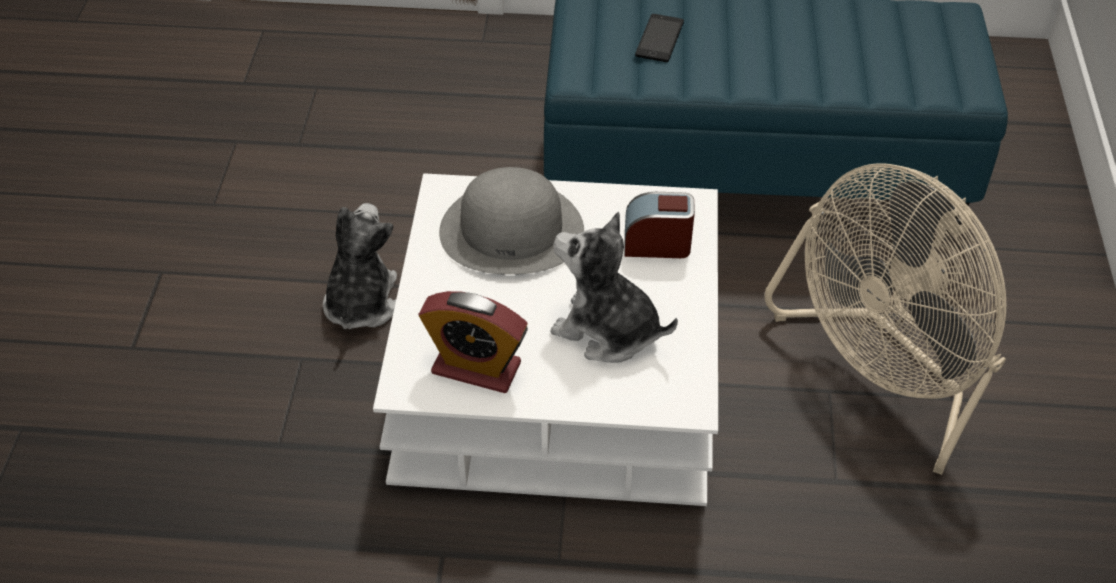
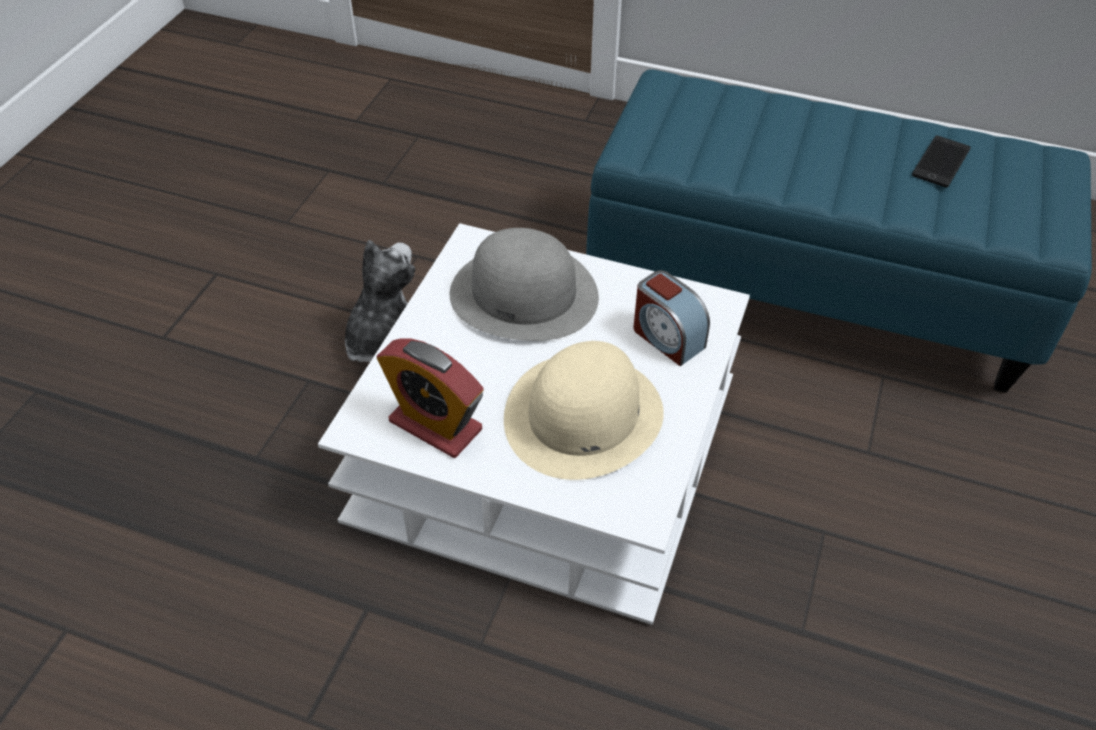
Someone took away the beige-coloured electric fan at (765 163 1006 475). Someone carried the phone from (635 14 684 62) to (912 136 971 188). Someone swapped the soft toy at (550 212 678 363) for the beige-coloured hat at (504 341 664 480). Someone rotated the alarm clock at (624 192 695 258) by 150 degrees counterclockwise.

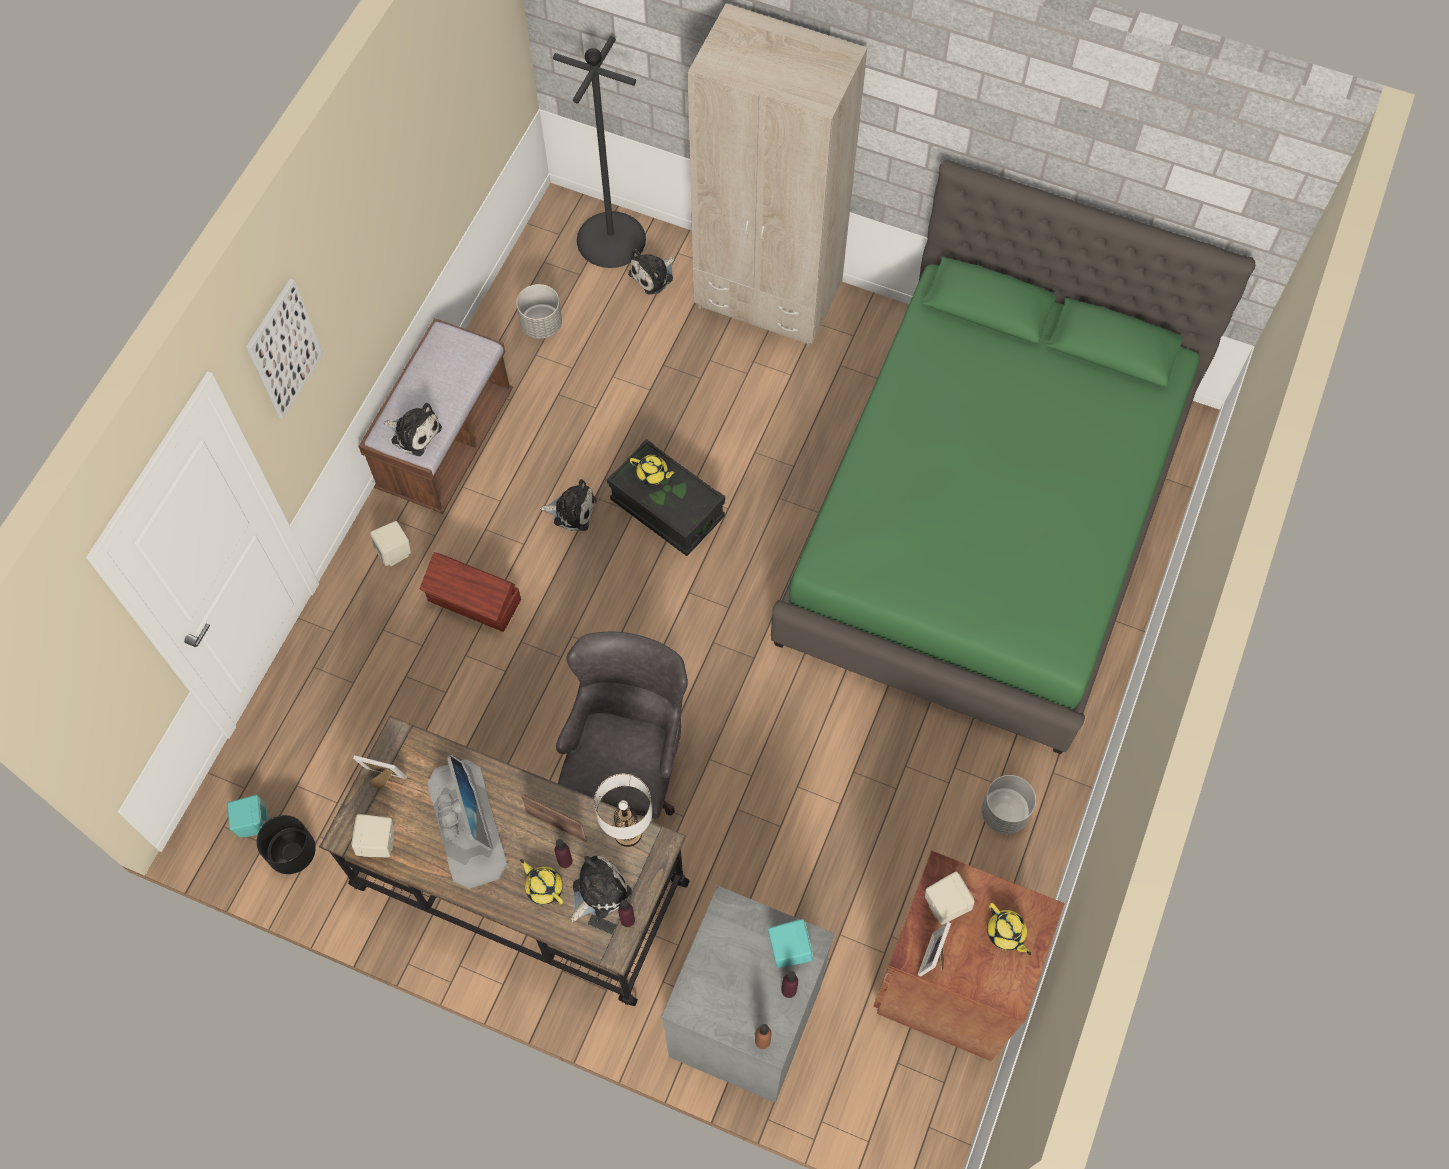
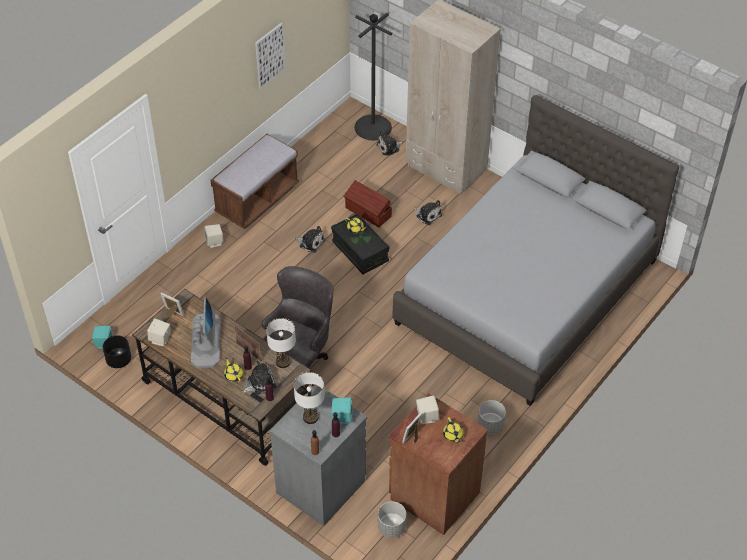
Someone put down the tabletop lamp at (294 372 325 424). Someone carried the wall picture from (246 279 323 419) to (255 23 286 89). Someone carried the soft toy from (383 403 442 456) to (414 200 442 225). Someone carried the brownish storage box from (420 552 521 632) to (344 180 392 227). Someone carried the grey flower pot from (516 284 562 339) to (378 501 406 538). Someone repainted the green-coloured sleeping bed at (771 159 1255 754), which became the grey sleeping bed at (392 95 679 406).

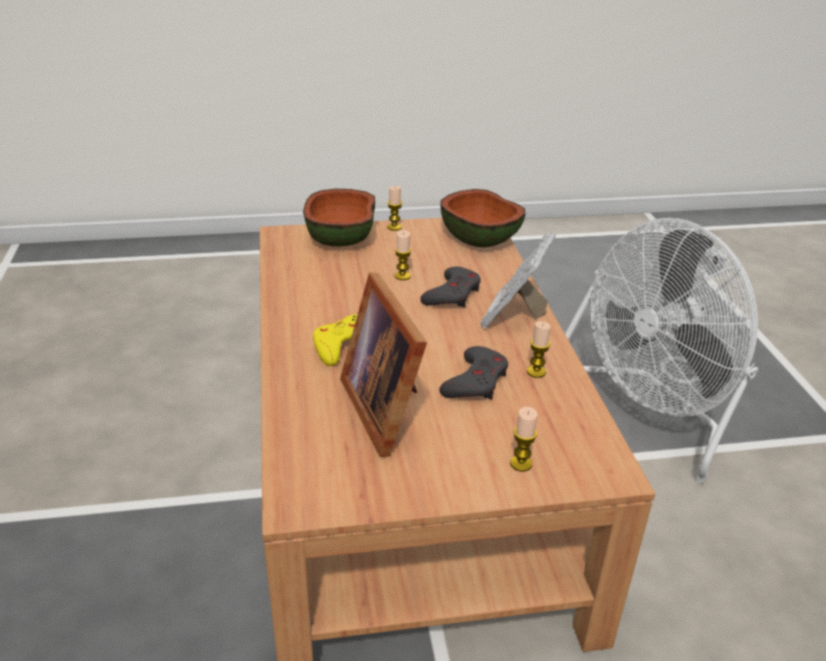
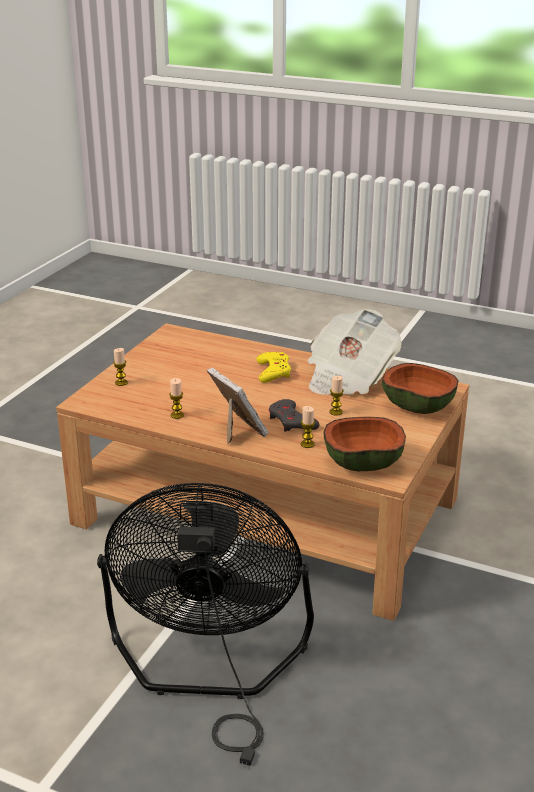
Someone took away the standing frame at (340 272 427 457). Someone took away the grey gamepad at (439 346 508 399). Someone put down the printed paper at (308 309 402 395). Someone carried the wax light from (387 186 402 231) to (301 406 315 448). Someone repainted the whitish electric fan at (565 218 759 484), which became the black-coloured electric fan at (97 483 314 767).

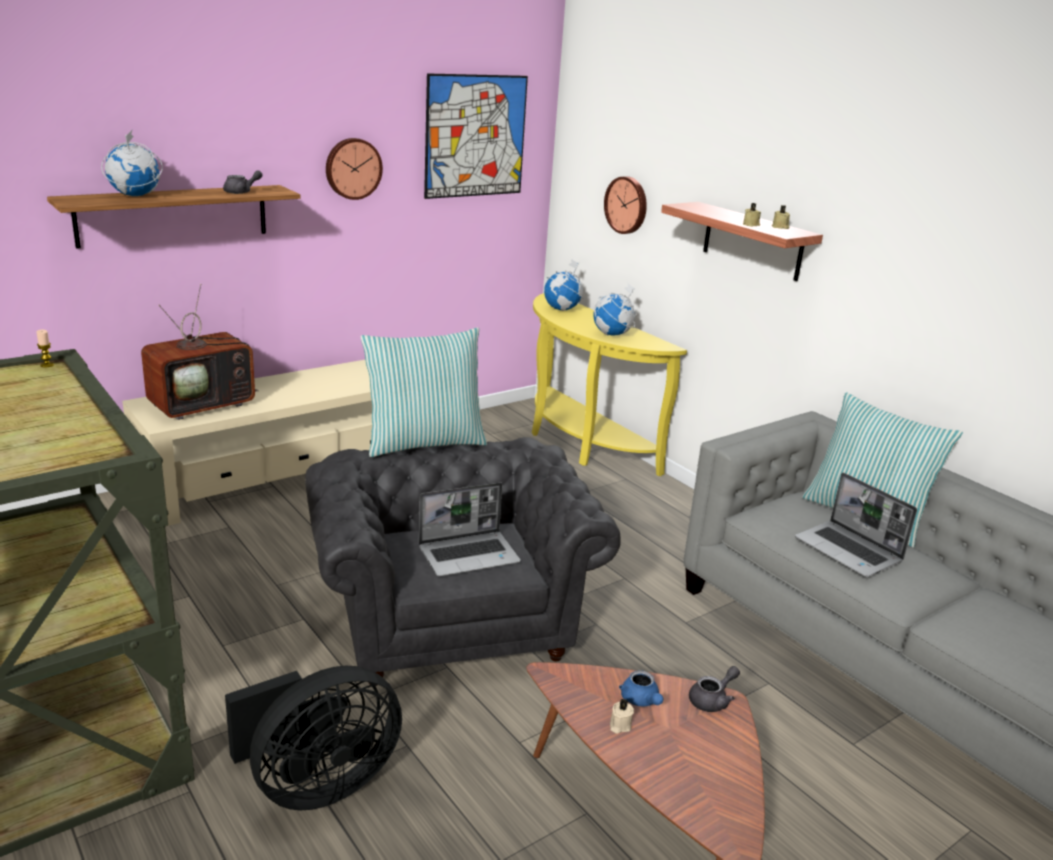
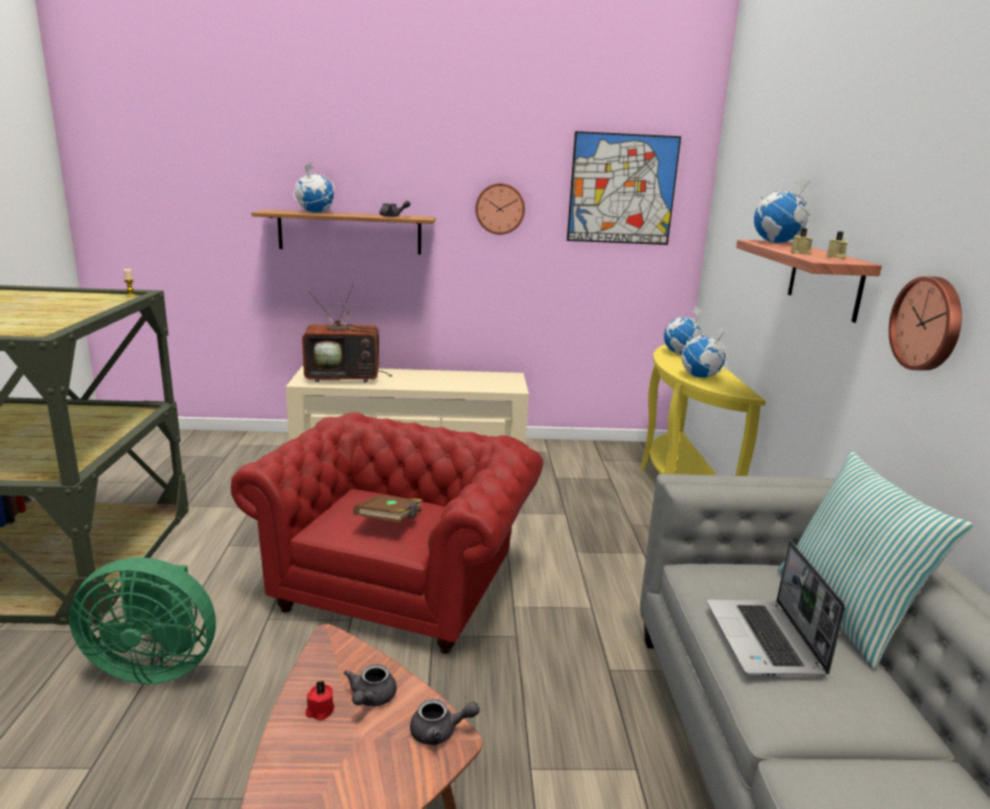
Someone took away the throw pillow at (361 328 487 457). Someone put down the desk globe at (754 176 810 243). Someone carried the hanging clock from (604 176 647 234) to (889 276 962 371). Someone swapped the portable computer at (419 482 521 576) for the brownish volume at (353 495 423 523). Someone repainted the black-coloured electric fan at (225 665 402 810), which became the green-coloured electric fan at (69 557 216 684). Someone repainted the grey armchair at (305 437 621 686), which became the red armchair at (231 412 543 654). Someone repainted the beige-coloured wax light at (610 698 634 734), which became the red wax light at (306 681 334 721). Someone repainted the blue-coloured tea pot at (619 670 663 706), which became the grey tea pot at (344 664 397 706).

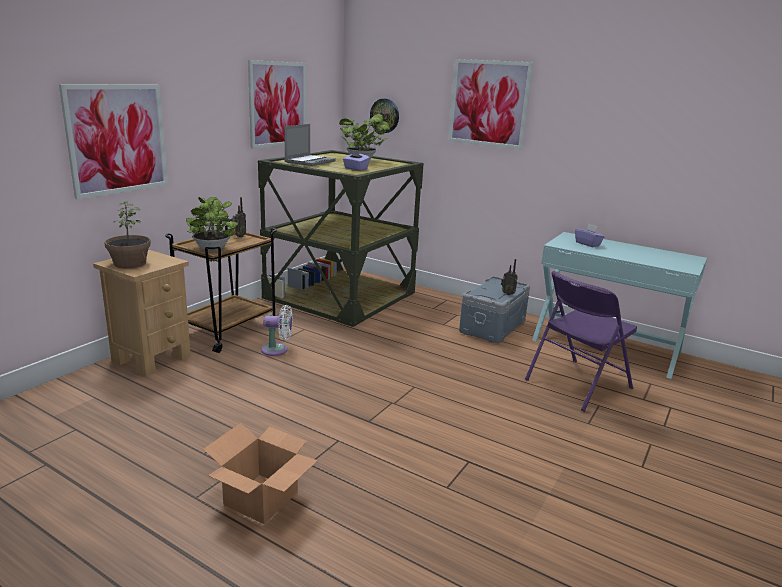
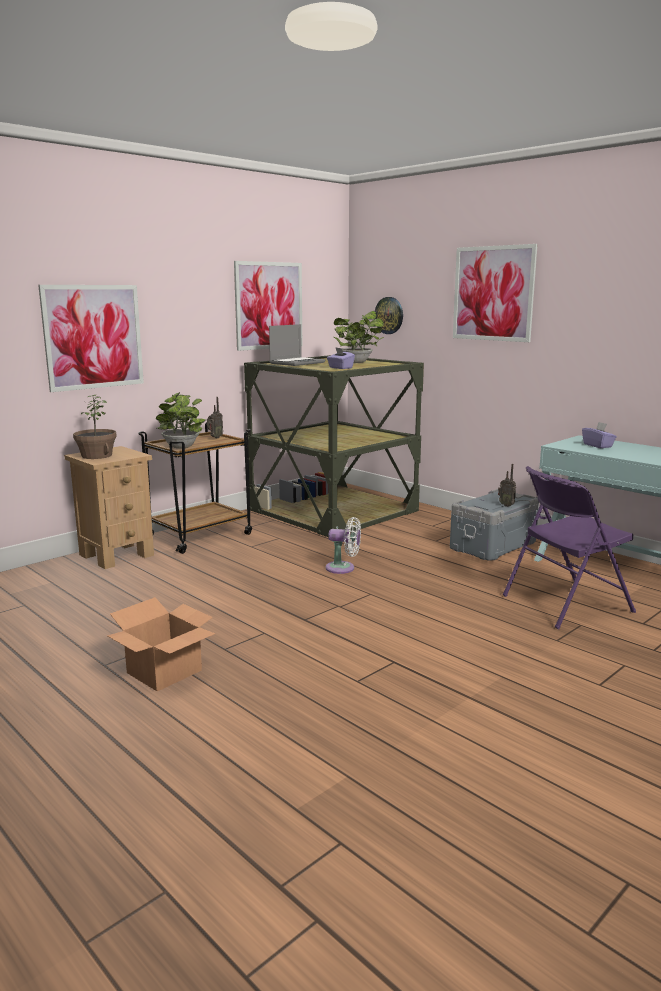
Someone carried the whitish electric fan from (261 305 293 356) to (326 517 361 574).

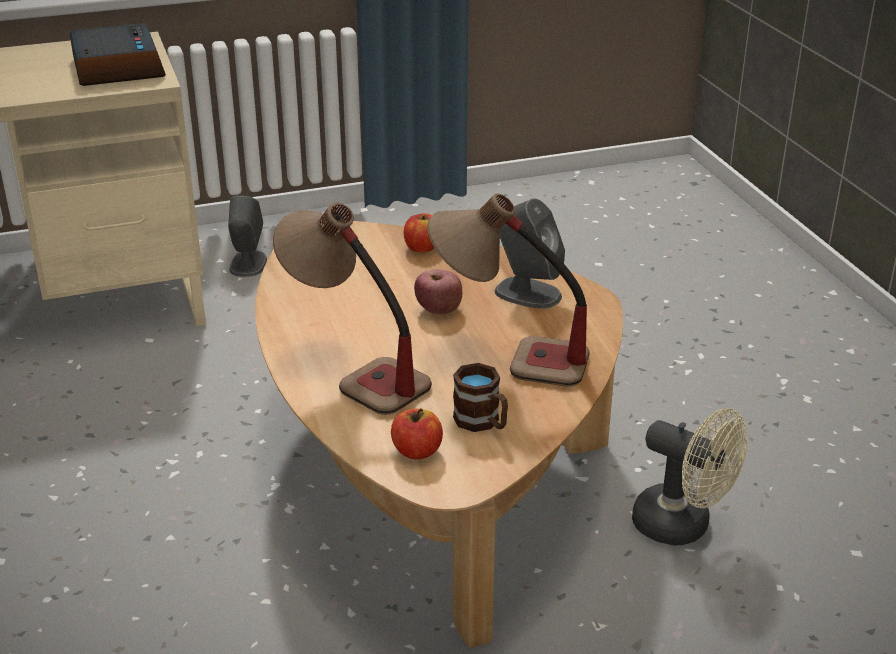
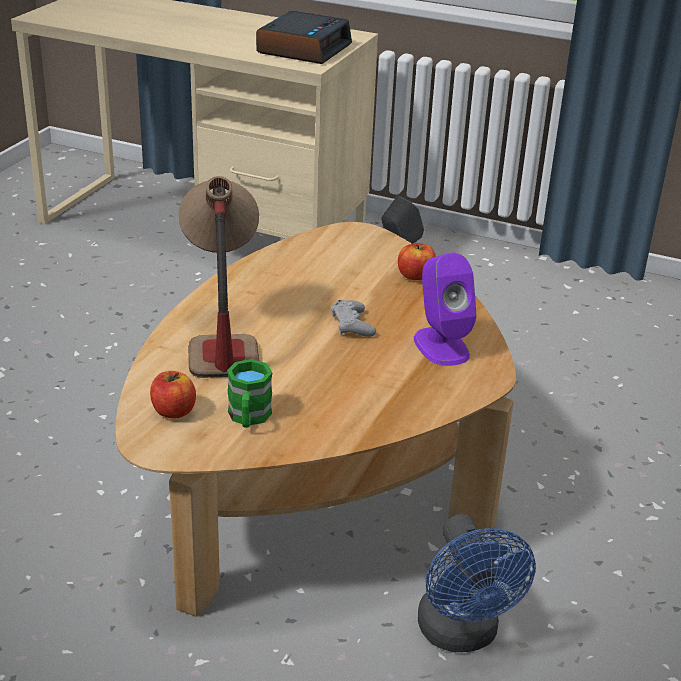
Someone took away the tabletop lamp at (427 194 590 387). Someone swapped the whole apple at (414 269 462 315) for the grey gamepad at (331 300 376 337). Someone repainted the brownish coffee mug at (453 363 508 432), which became the green-coloured coffee mug at (227 359 272 428). Someone repainted the grey loudspeaker at (495 198 565 309), which became the purple loudspeaker at (414 252 477 366). Someone repainted the beige-coloured electric fan at (632 408 747 546), which became the blue-coloured electric fan at (418 514 536 652).

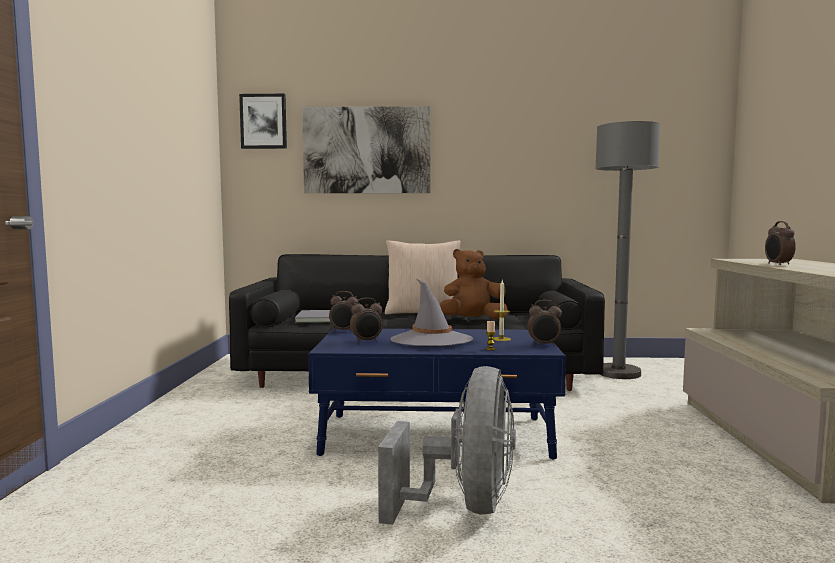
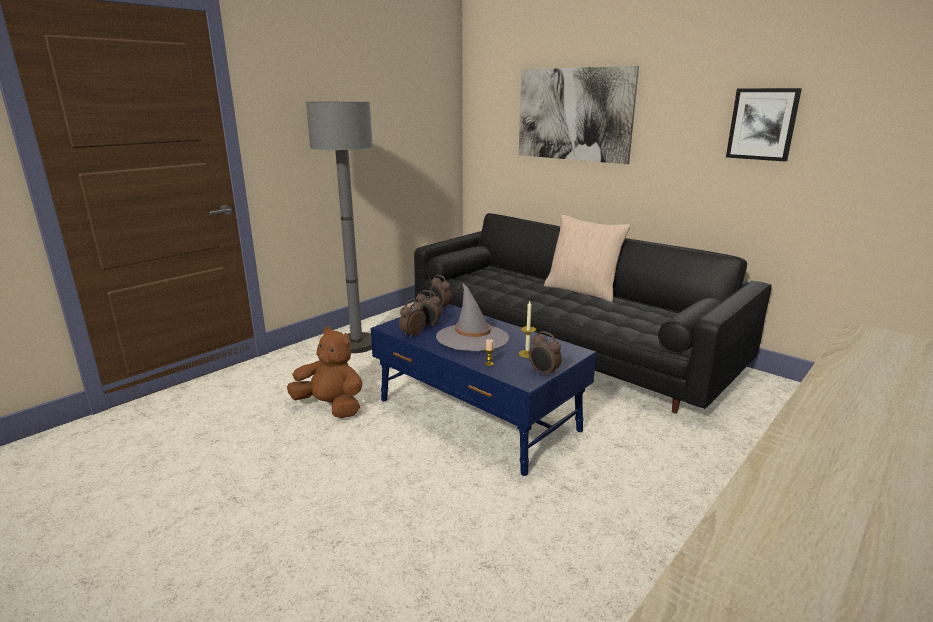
Someone took away the grey volume at (295 310 330 323). Someone took away the grey electric fan at (378 366 516 525). Someone carried the wall picture from (239 94 287 149) to (726 88 802 162). Someone carried the brownish soft toy from (439 249 508 320) to (287 327 362 418). Someone carried the grey standard lamp from (595 121 660 379) to (306 101 373 353). Someone carried the alarm clock from (765 221 796 265) to (399 299 426 338).

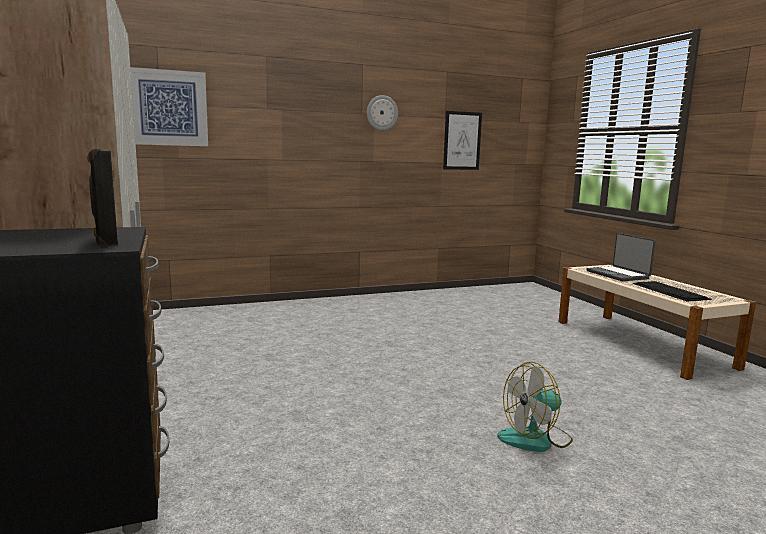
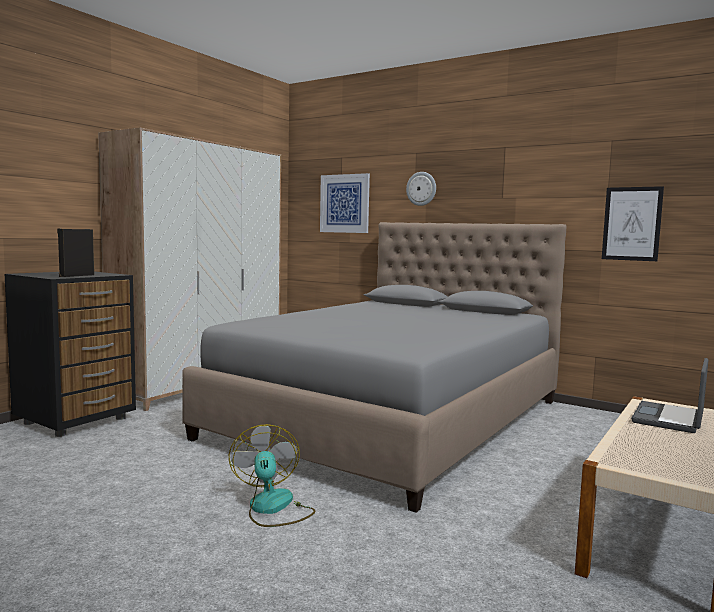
Someone took away the computer keyboard at (632 281 712 302). Someone put down the grey sleeping bed at (182 222 567 513). Someone carried the hanging clock from (367 95 398 130) to (406 172 436 206). Someone rotated the electric fan at (497 362 573 452) by 45 degrees clockwise.

